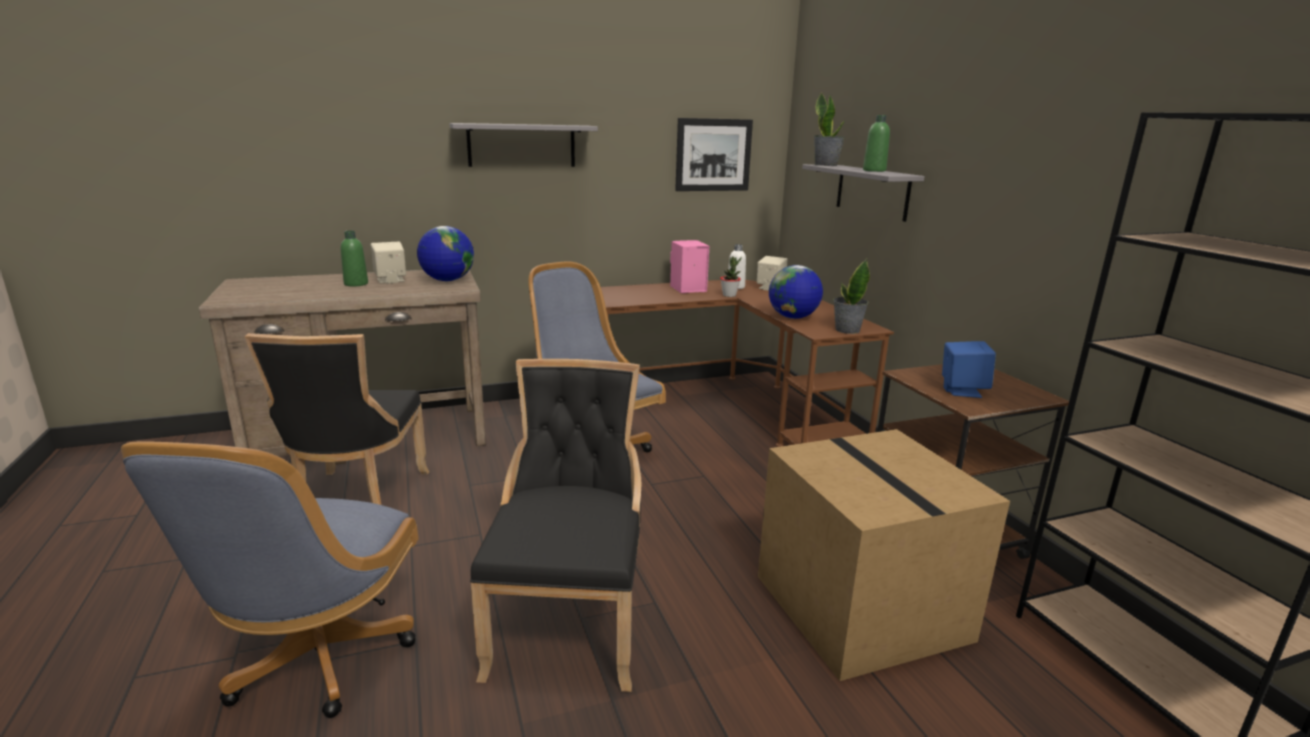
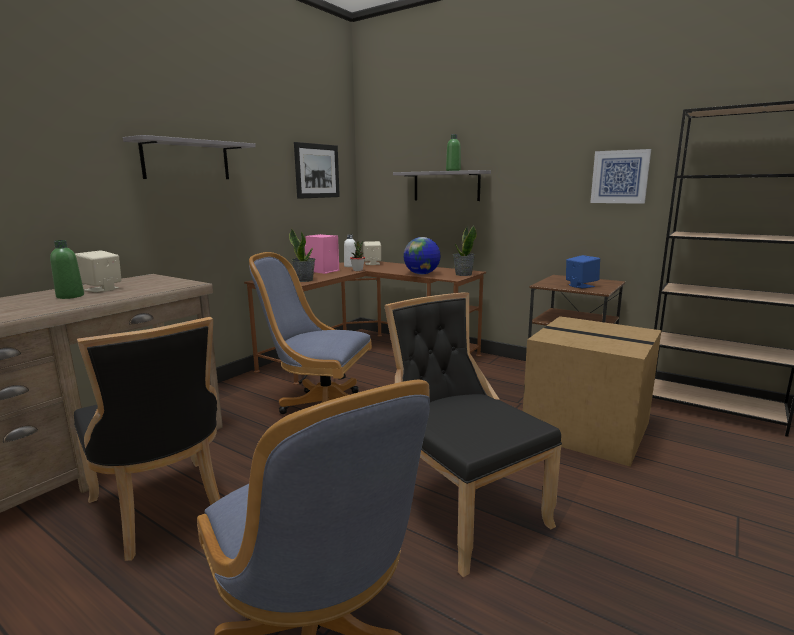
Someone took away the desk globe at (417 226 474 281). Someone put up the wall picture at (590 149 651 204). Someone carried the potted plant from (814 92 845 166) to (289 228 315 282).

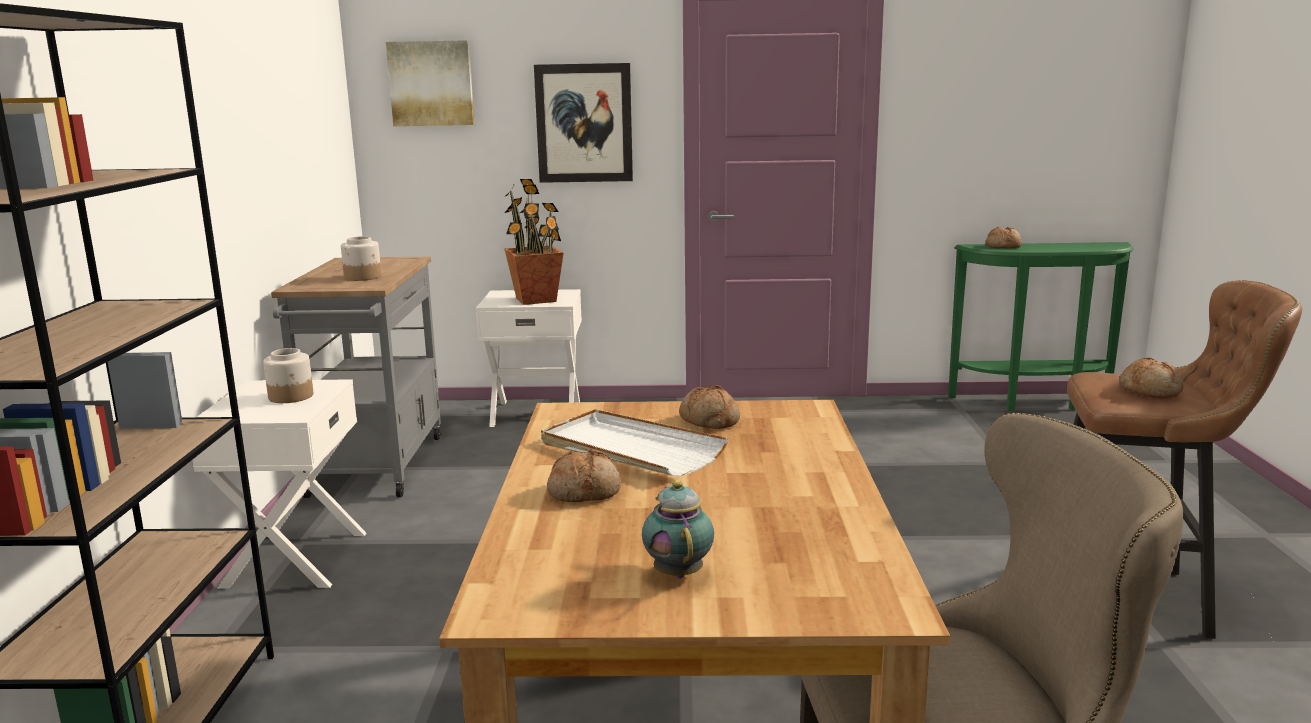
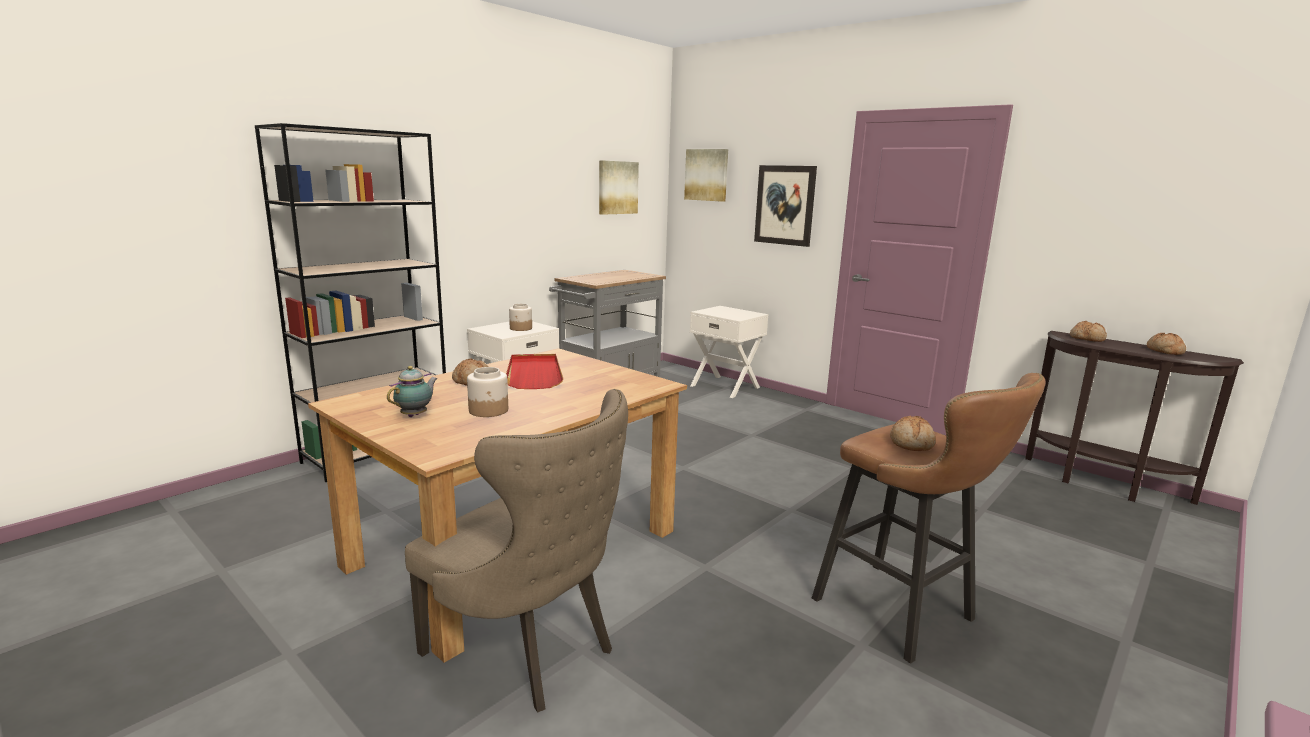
Someone took away the potted plant at (504 179 564 305). Someone put up the wall picture at (599 160 639 215). Someone carried the storage jar from (341 236 381 281) to (467 367 508 417). Someone carried the bakery bread from (679 385 740 429) to (1147 333 1186 355). Someone repainted the whitish tray at (541 409 728 477), which became the red tray at (506 354 563 389). Someone repainted the green-coloured hall table at (948 242 1134 411), which became the brownish hall table at (1025 331 1244 505).

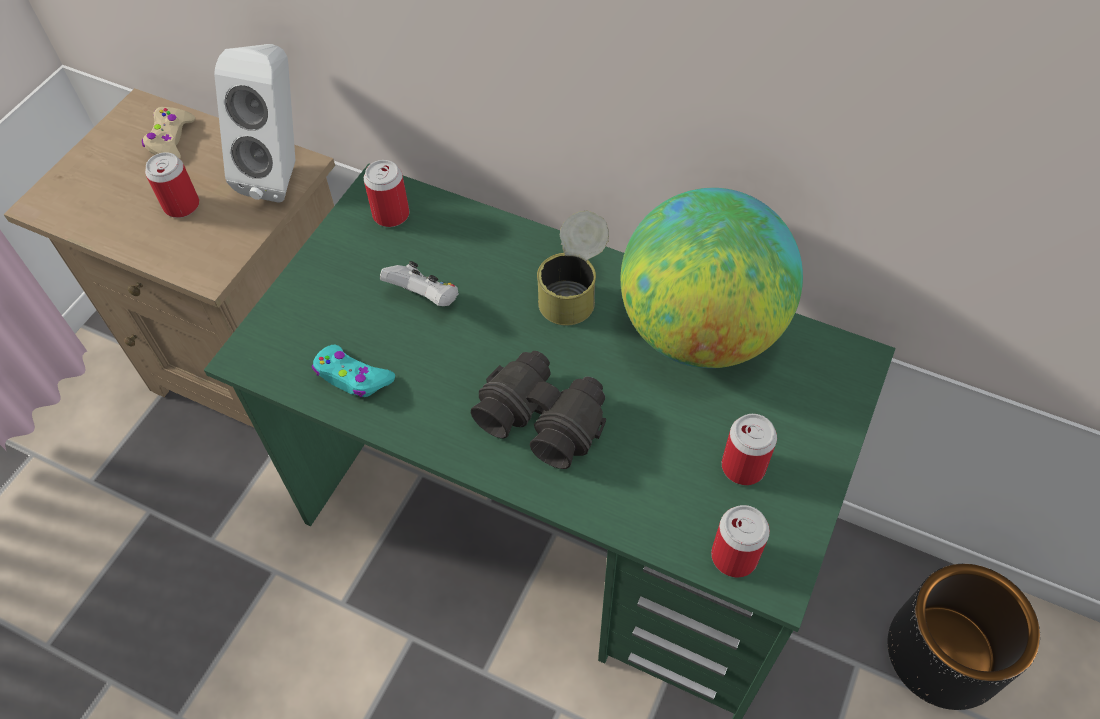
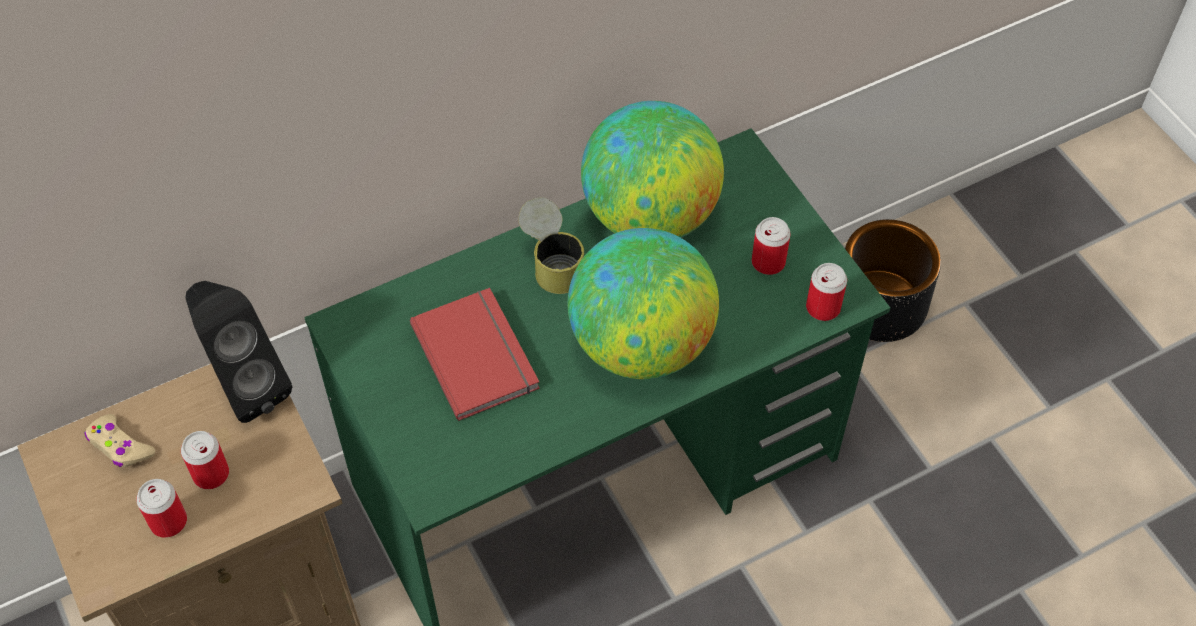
Someone took away the blue-green gamepad at (312 345 395 397). Someone carried the metal can from (364 160 409 227) to (136 479 187 538). Someone swapped the whitish gamepad at (380 261 459 306) for the red volume at (410 288 540 421). Someone swapped the black-coloured field glasses at (471 351 606 469) for the desk globe at (568 228 719 379). Someone repainted the whitish loudspeaker at (214 44 295 203), which became the black-coloured loudspeaker at (186 281 292 423).

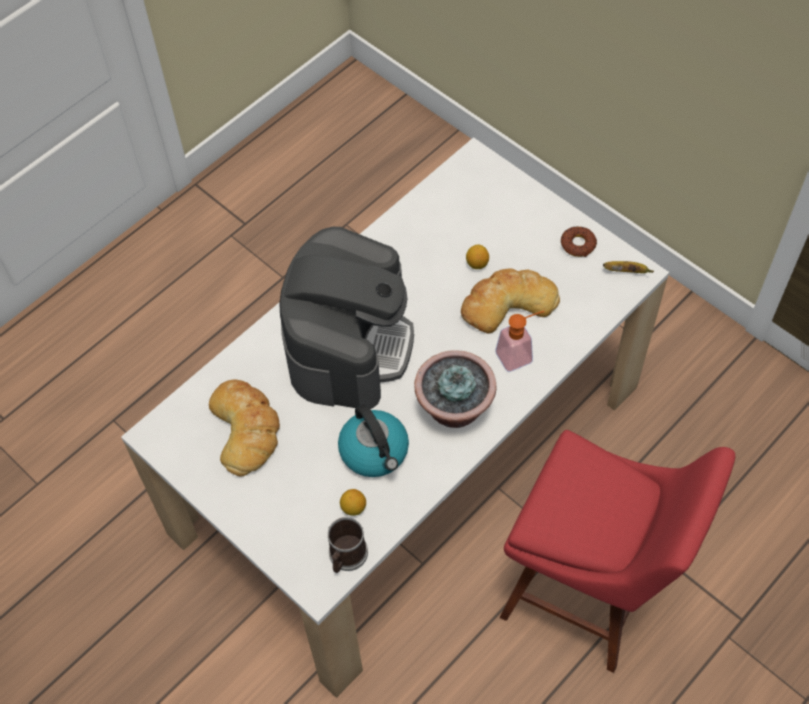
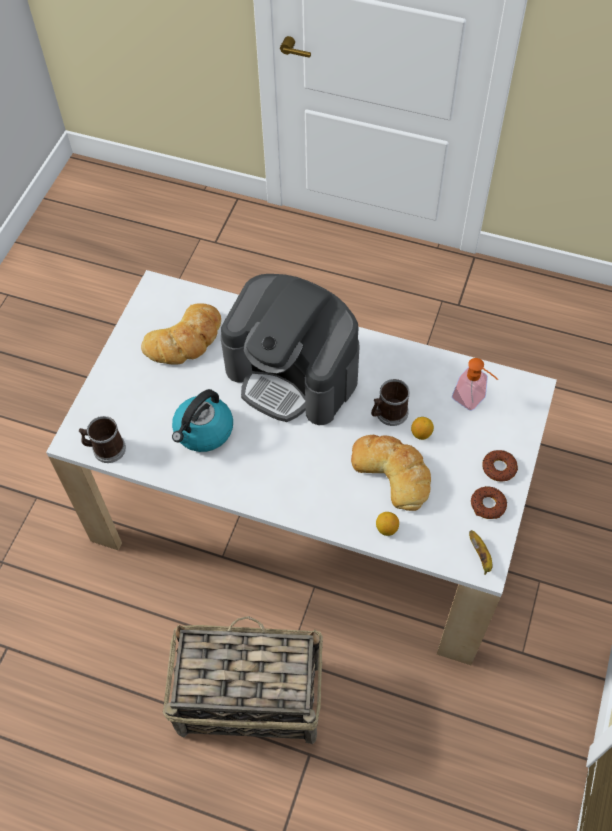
Someone took away the potted plant at (414 350 496 428). Someone put down the coffee mug at (371 379 409 426). Someone put down the donut at (482 450 518 482). Someone carried the whole lemon from (340 489 366 516) to (376 512 399 536). Someone carried the soap bottle from (495 311 544 372) to (452 358 498 411). Someone swapped the red stool seat at (500 430 735 673) for the basket at (163 616 323 744). Someone rotated the coffee brewer at (279 227 414 409) by 45 degrees clockwise.

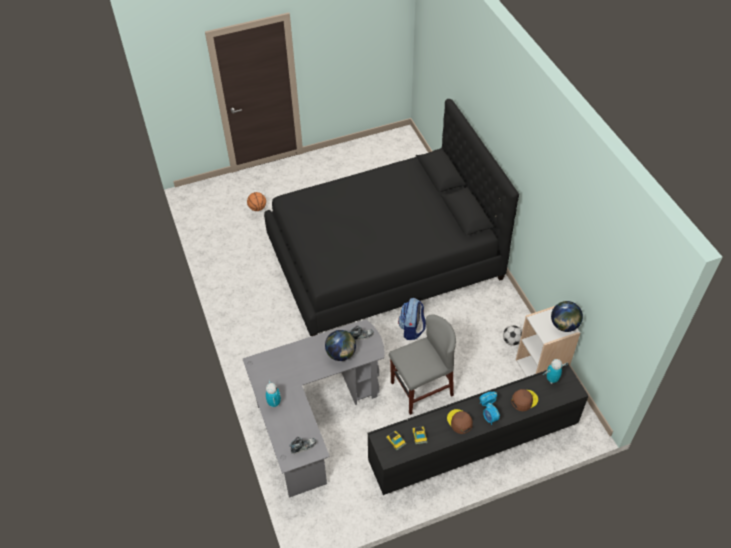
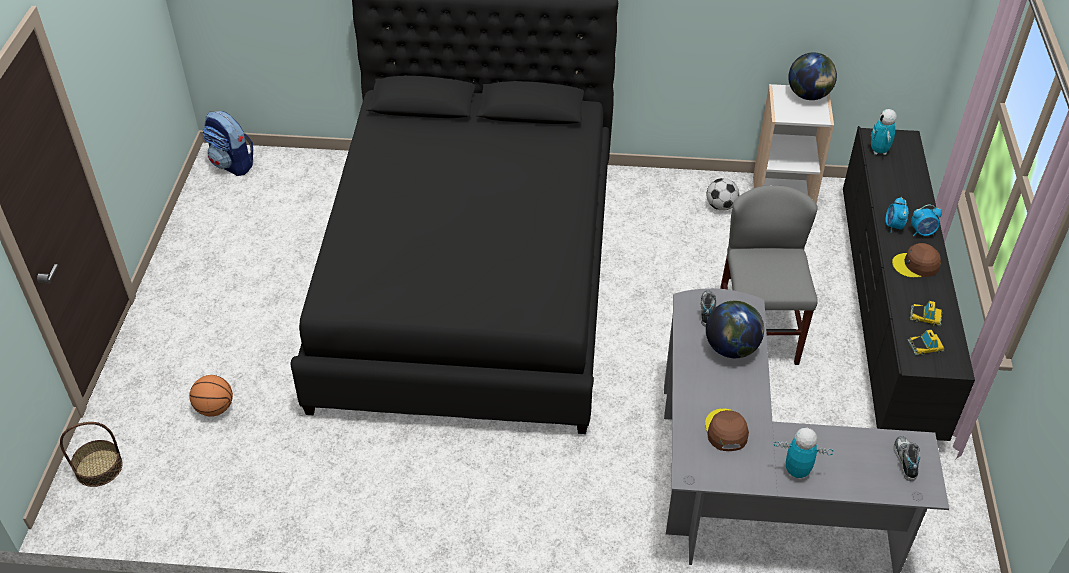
Someone put down the basket at (60 422 123 487). Someone carried the rucksack from (398 298 426 340) to (203 111 253 176). Someone carried the brownish baseball cap from (511 389 538 411) to (705 408 749 451).

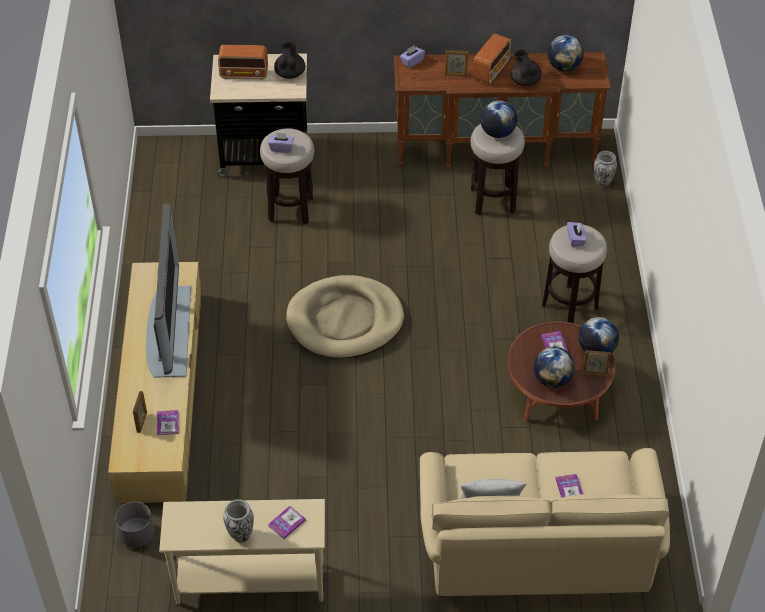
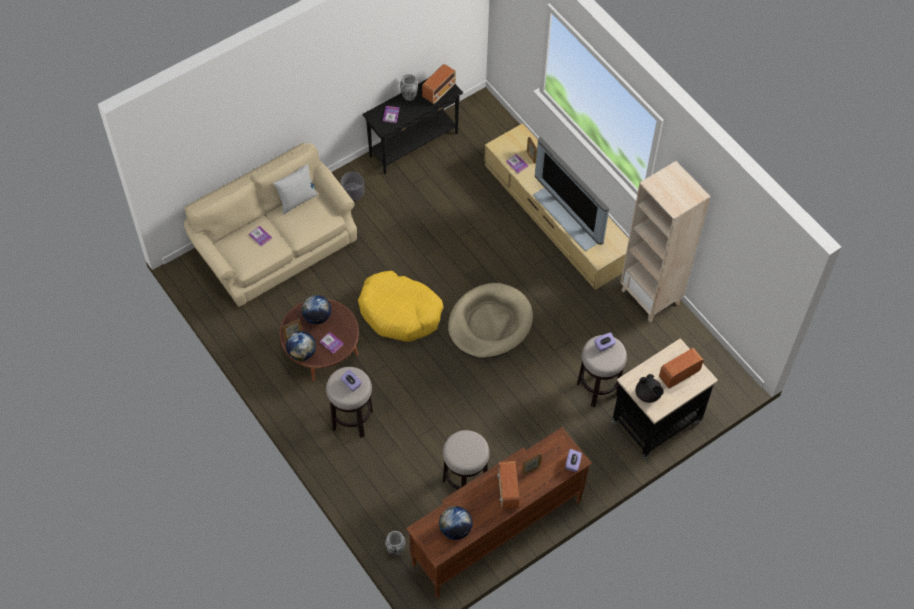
Someone took away the desk globe at (480 101 517 138). Someone took away the black-coloured tea pot at (510 50 542 86). Someone put down the yellowish dog cushion at (358 271 443 342). Someone put down the radio set at (422 64 456 104). Someone put down the beige-coloured shelving unit at (620 161 711 323). Someone carried the grey flower pot from (115 502 154 547) to (341 172 364 201). Someone repainted the beige-coloured hall table at (159 499 325 605), which became the black-coloured hall table at (362 79 463 174).

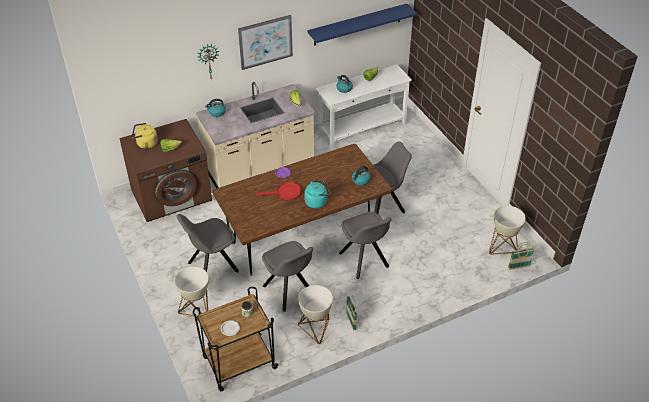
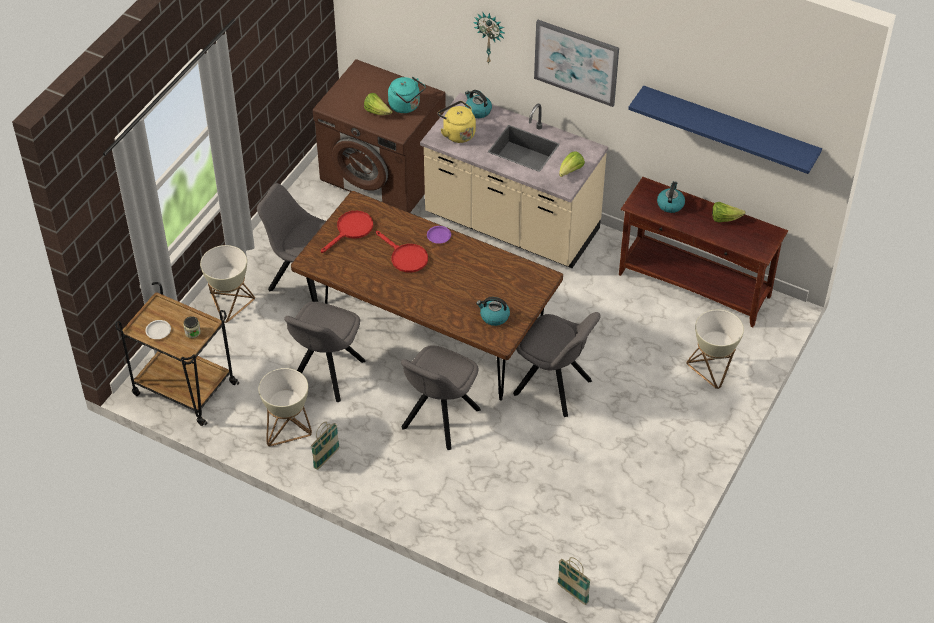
Someone put down the red frying pan at (321 211 373 253). Someone carried the yellowish kettle from (132 123 158 149) to (438 101 476 143). Someone carried the blue-green kettle from (304 180 331 209) to (388 77 426 113). Someone carried the flower pot from (489 206 526 255) to (686 309 744 389). Someone repainted the whitish hall table at (316 64 412 149), which became the brownish hall table at (619 177 788 327).

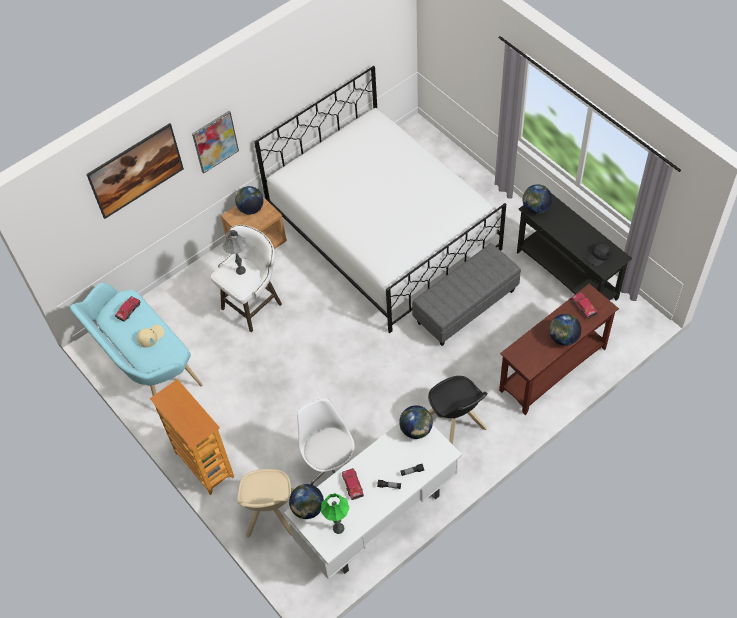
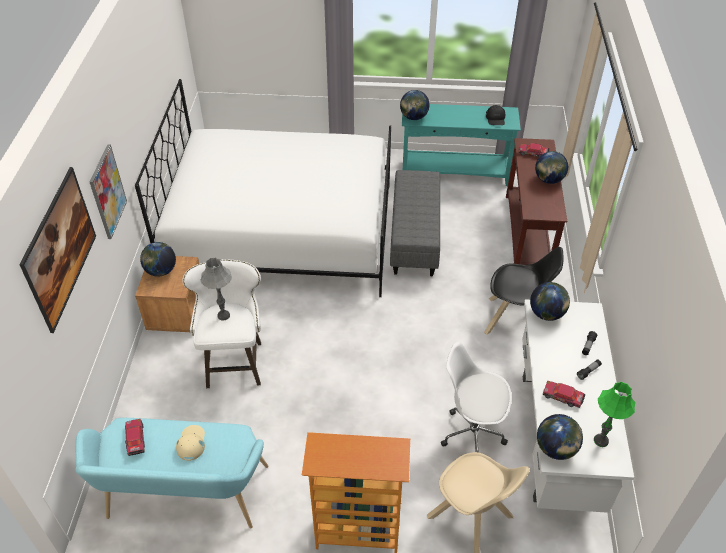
Someone repainted the black-coloured hall table at (517 193 632 301), which became the blue-green hall table at (402 104 521 186).

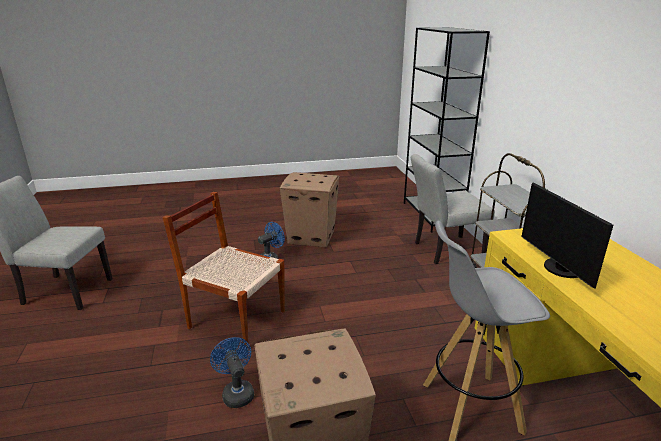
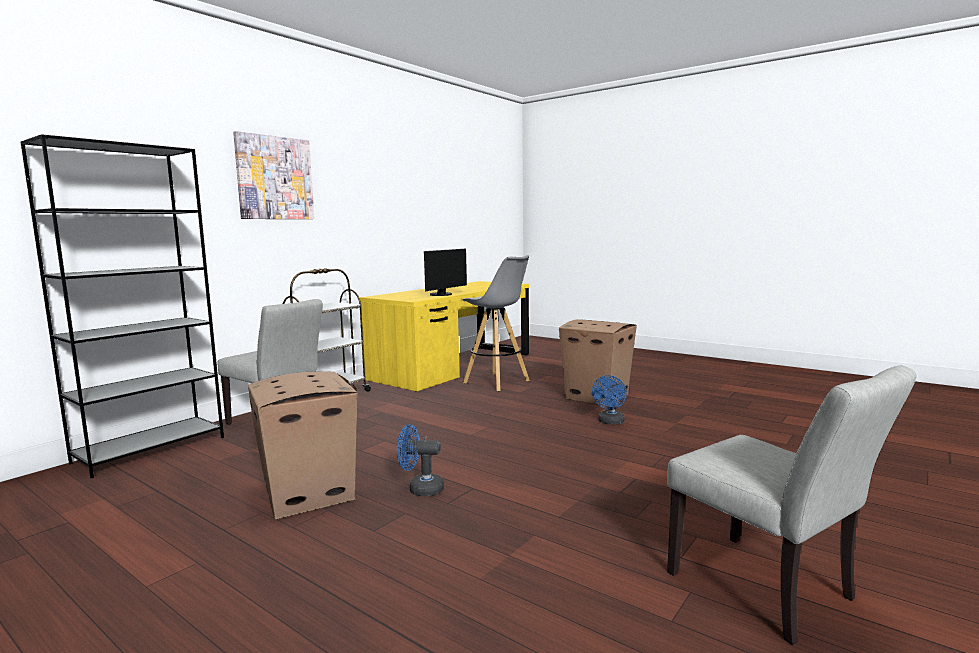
Someone took away the plain chair at (163 192 285 349). Someone put up the wall picture at (233 131 314 219).

